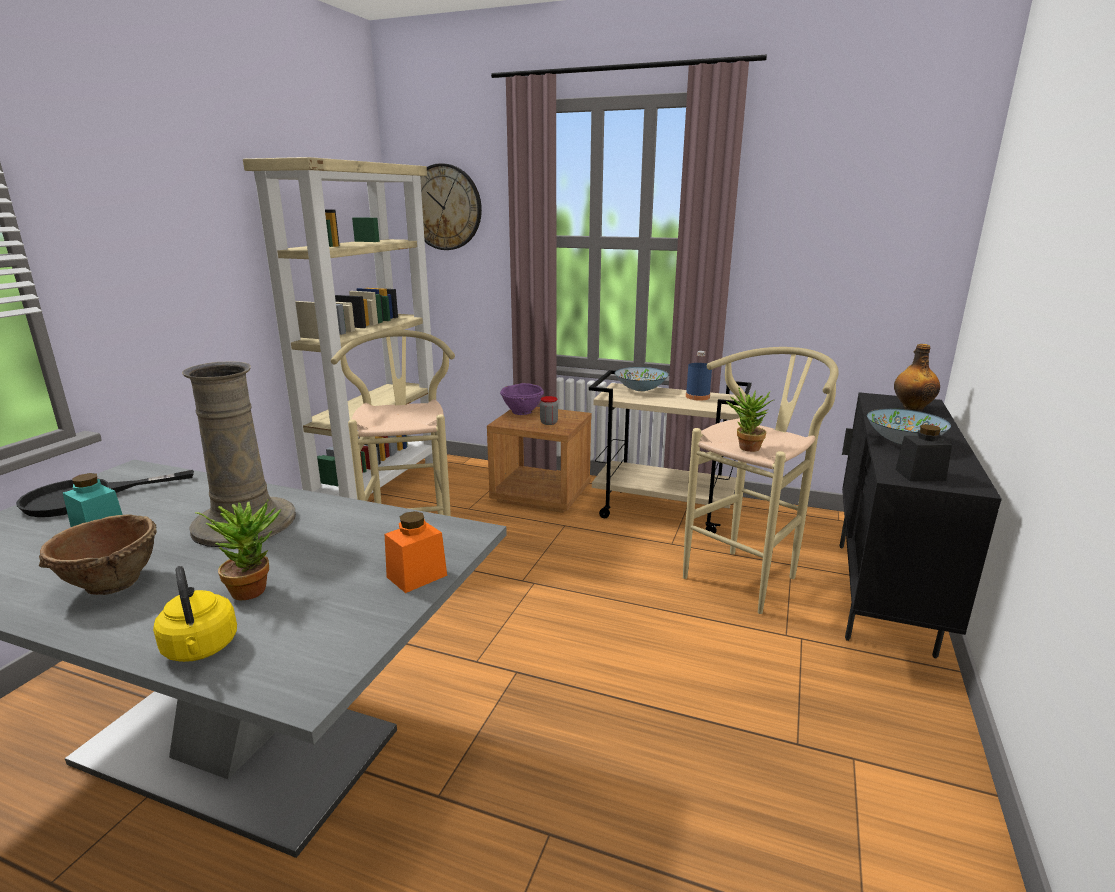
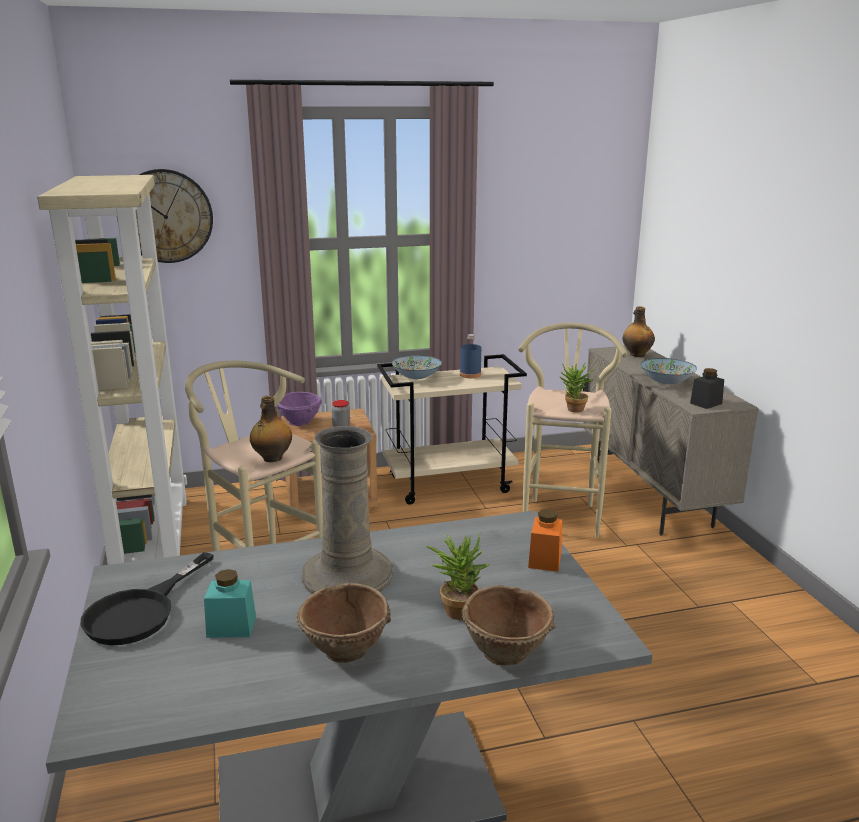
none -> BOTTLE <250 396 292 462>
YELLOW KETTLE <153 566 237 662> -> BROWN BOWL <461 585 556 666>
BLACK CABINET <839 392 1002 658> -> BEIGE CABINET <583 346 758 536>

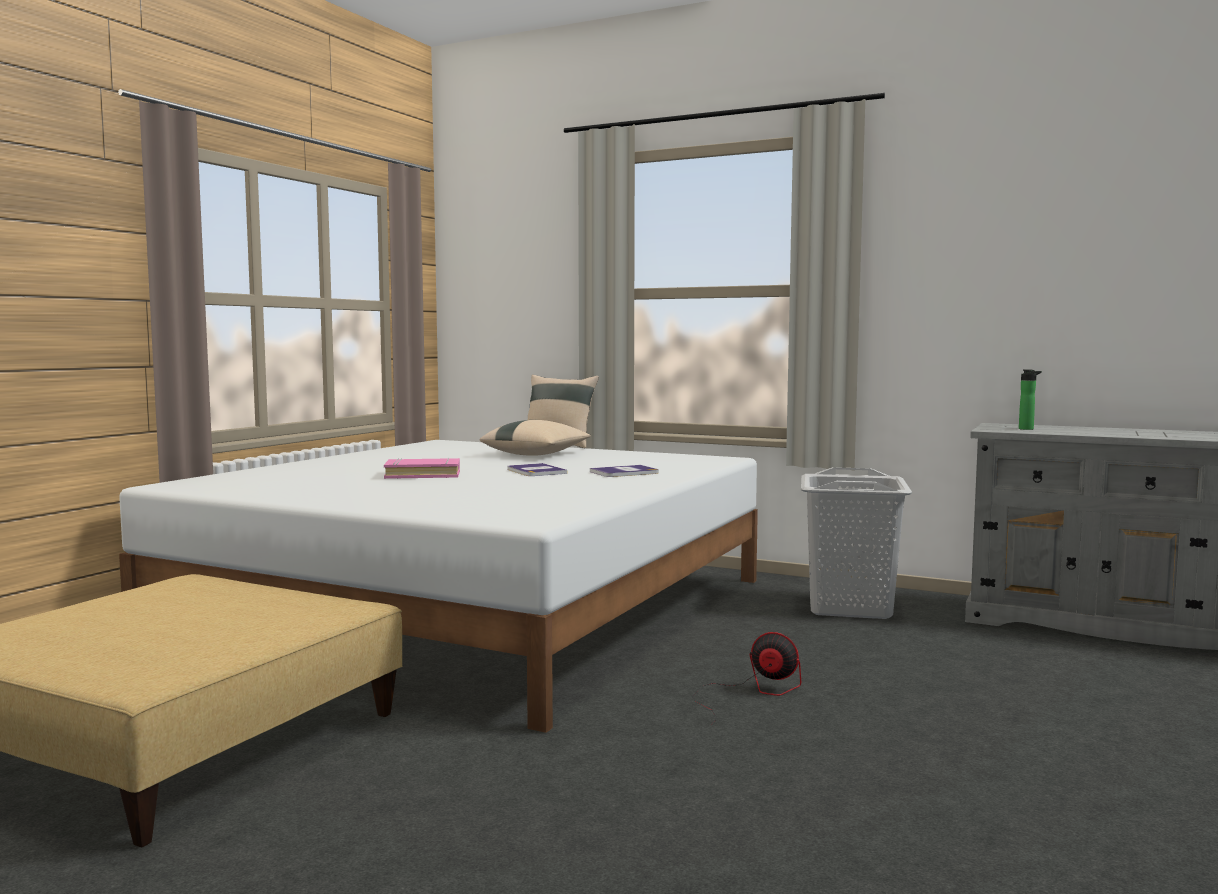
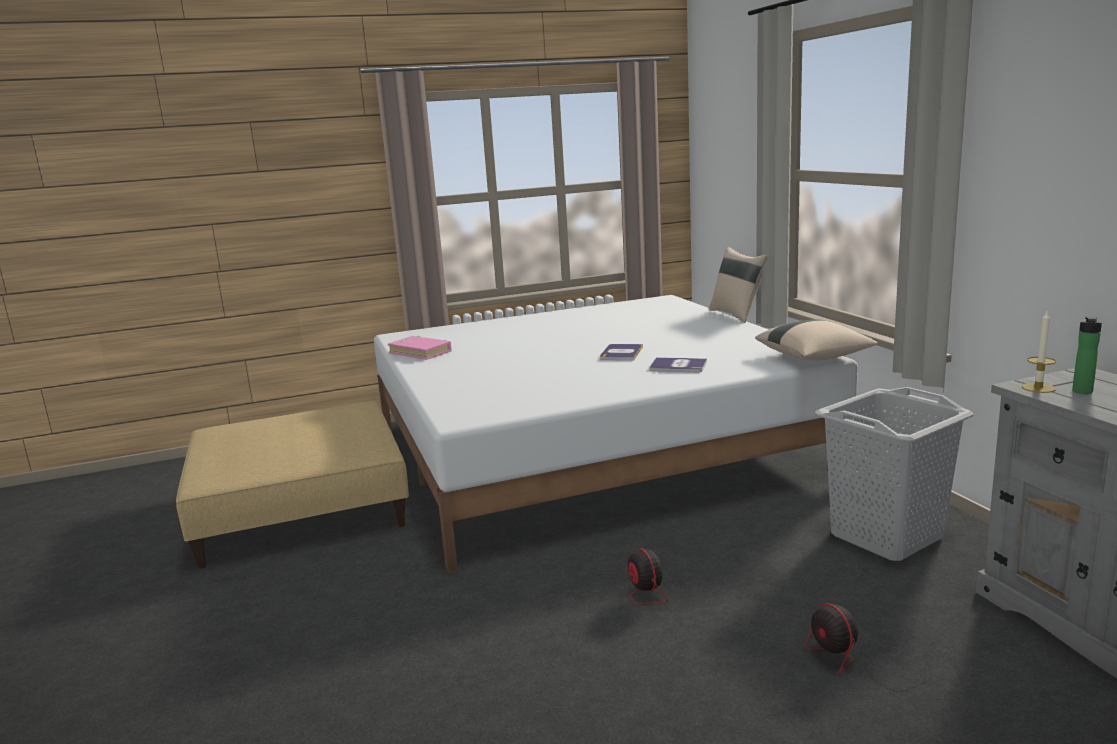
PINK BOOK <384 458 460 479> -> PINK BOOK <388 336 452 360>, shifted
BEIGE PILLOW <480 420 591 456> -> BEIGE PILLOW <755 319 878 361>, shifted
none -> FAN <805 603 940 692>
none -> CANDLE <1022 312 1056 393>

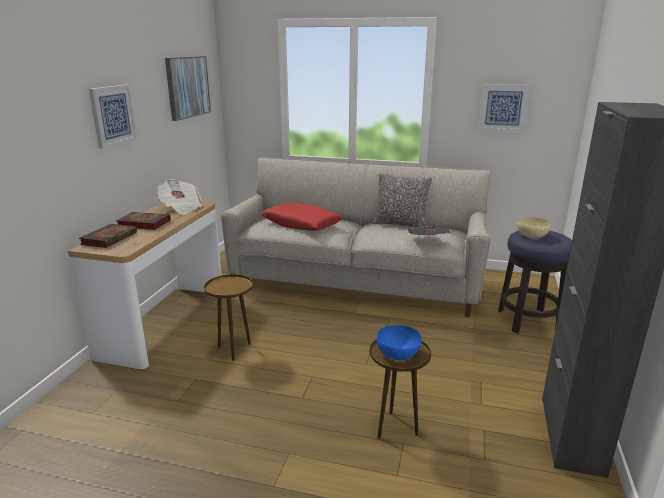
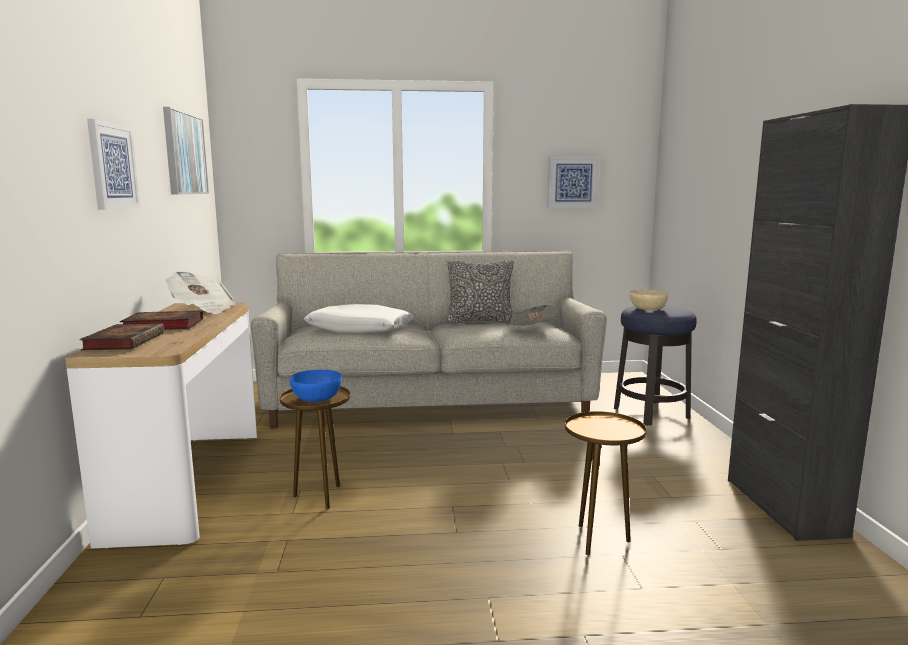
BLUE BOWL <377 325 422 360> -> BLUE BOWL <290 370 342 402>, shifted
RED PILLOW <261 203 342 231> -> WHITE PILLOW <304 304 414 333>

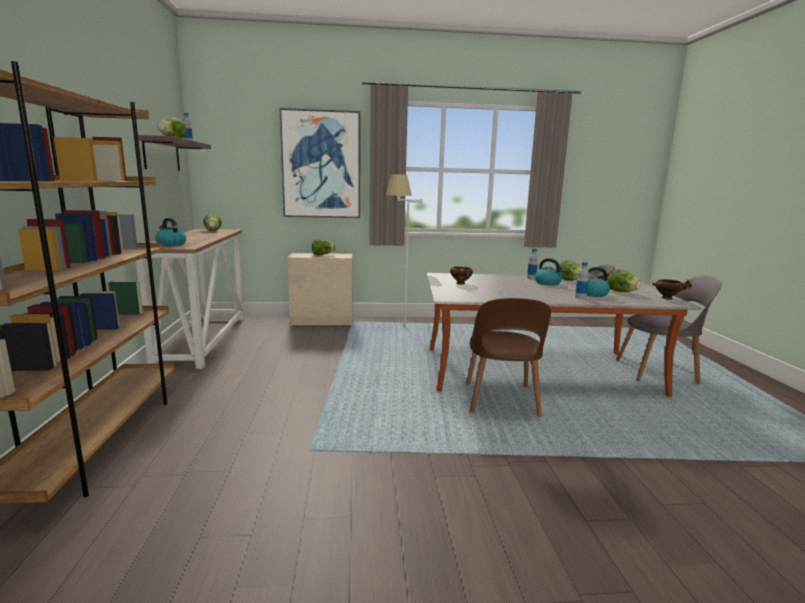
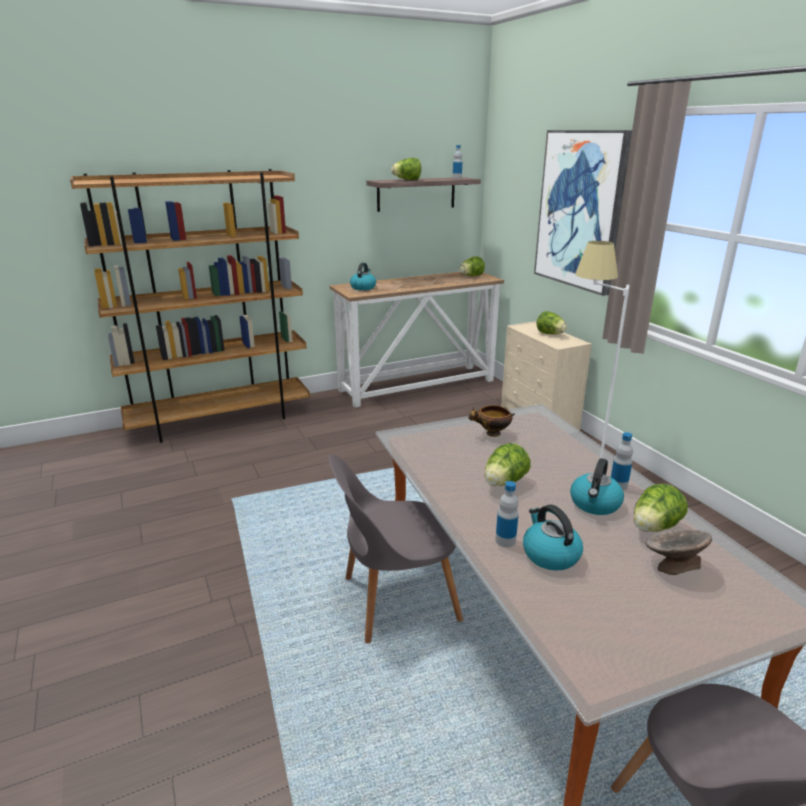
BROWN CHAIR <466 298 551 417> -> GREY CHAIR <329 454 463 643>
LETTUCE <607 269 642 292> -> LETTUCE <485 443 531 486>, shifted
BOWL <652 279 692 300> -> none

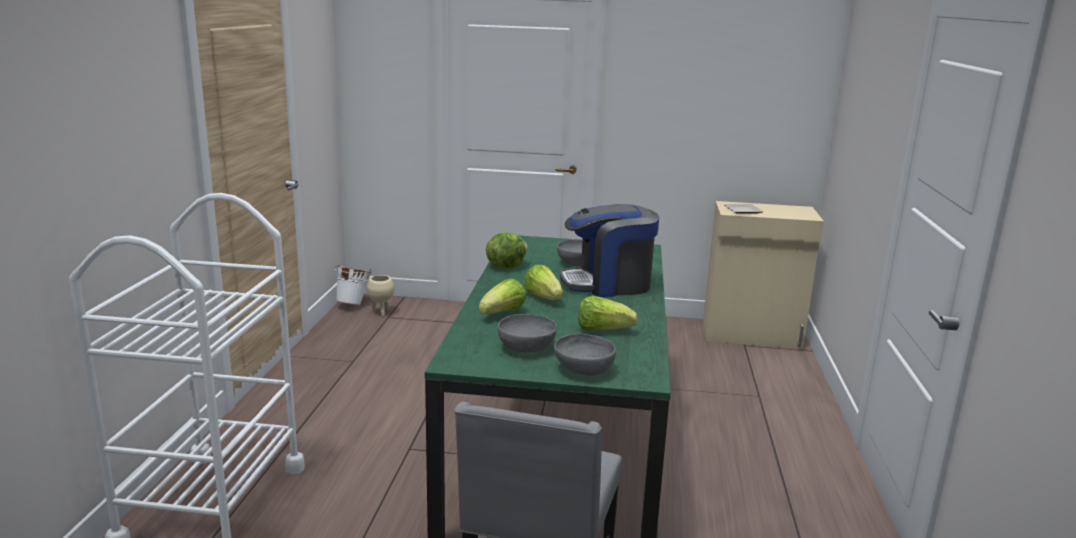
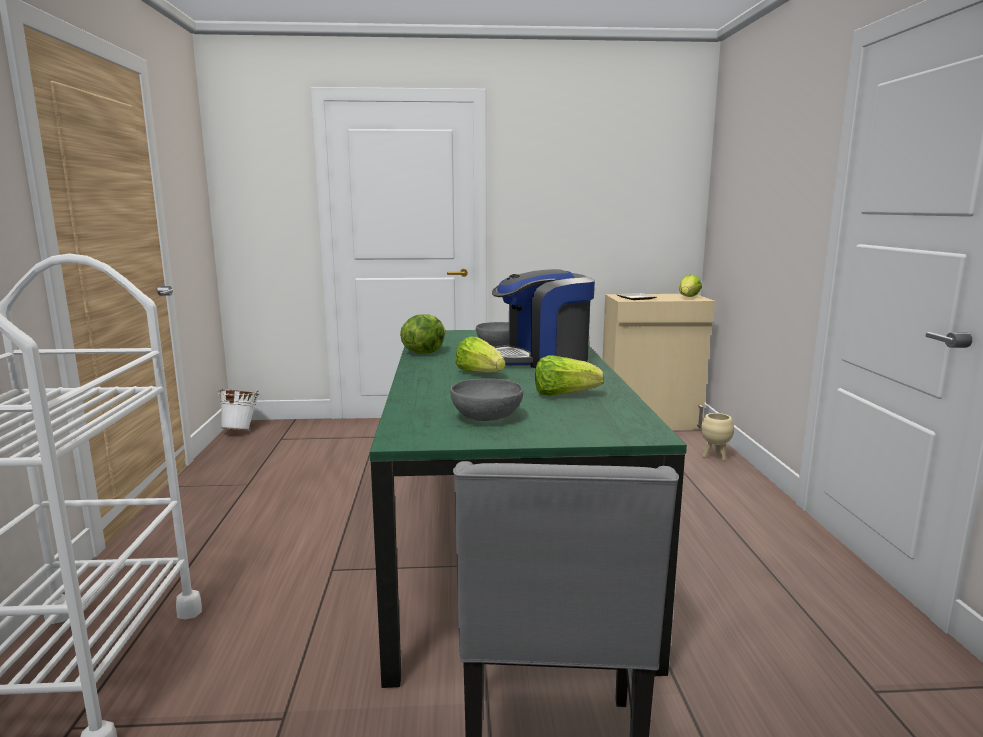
LETTUCE <479 279 526 314> -> LETTUCE <679 274 702 297>, shifted
BEIGE PLANTER <367 275 394 316> -> BEIGE PLANTER <701 413 734 461>, shifted
GREY BOWL <554 334 616 376> -> none

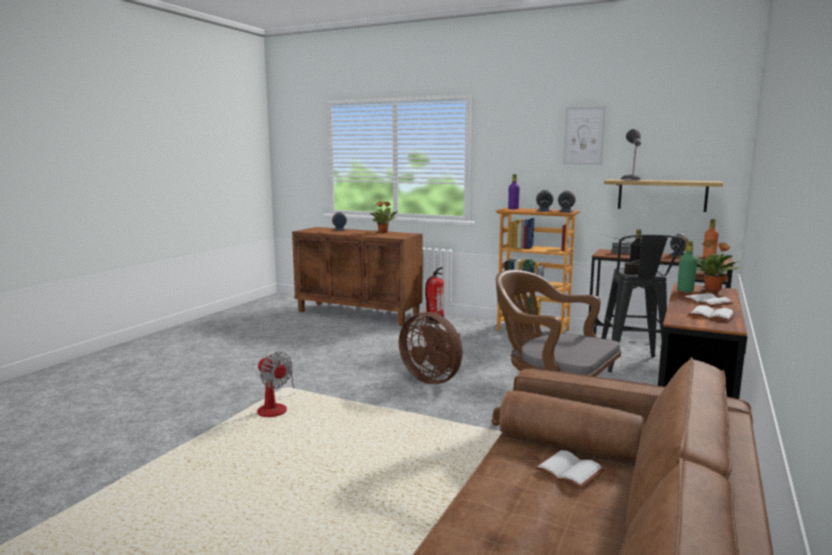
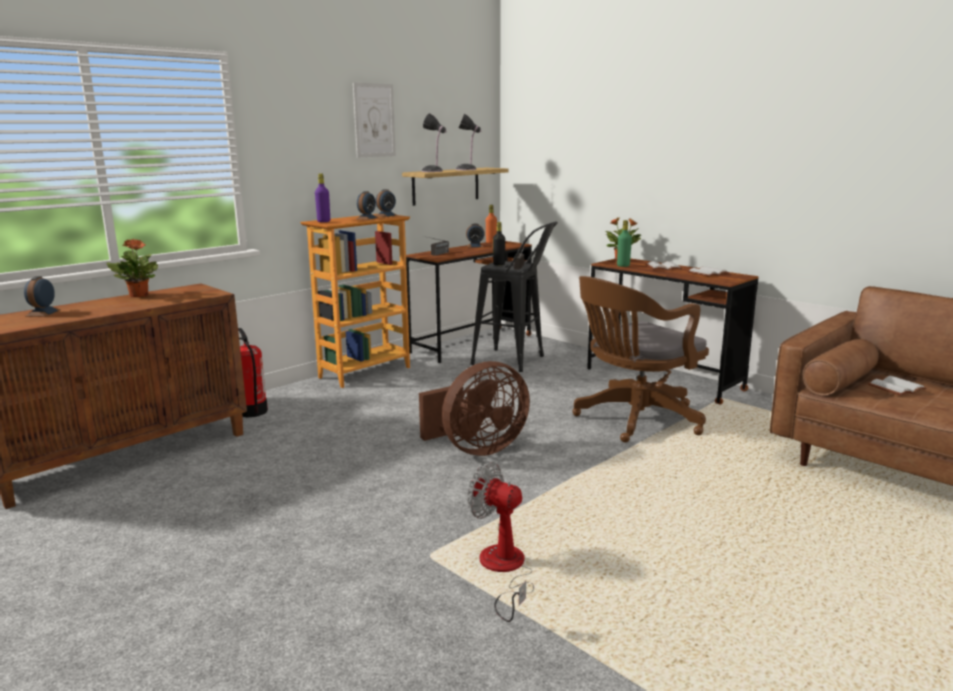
none -> TABLE LAMP <456 114 482 170>
FAN <257 352 295 417> -> FAN <467 462 534 622>, 120 degrees counterclockwise

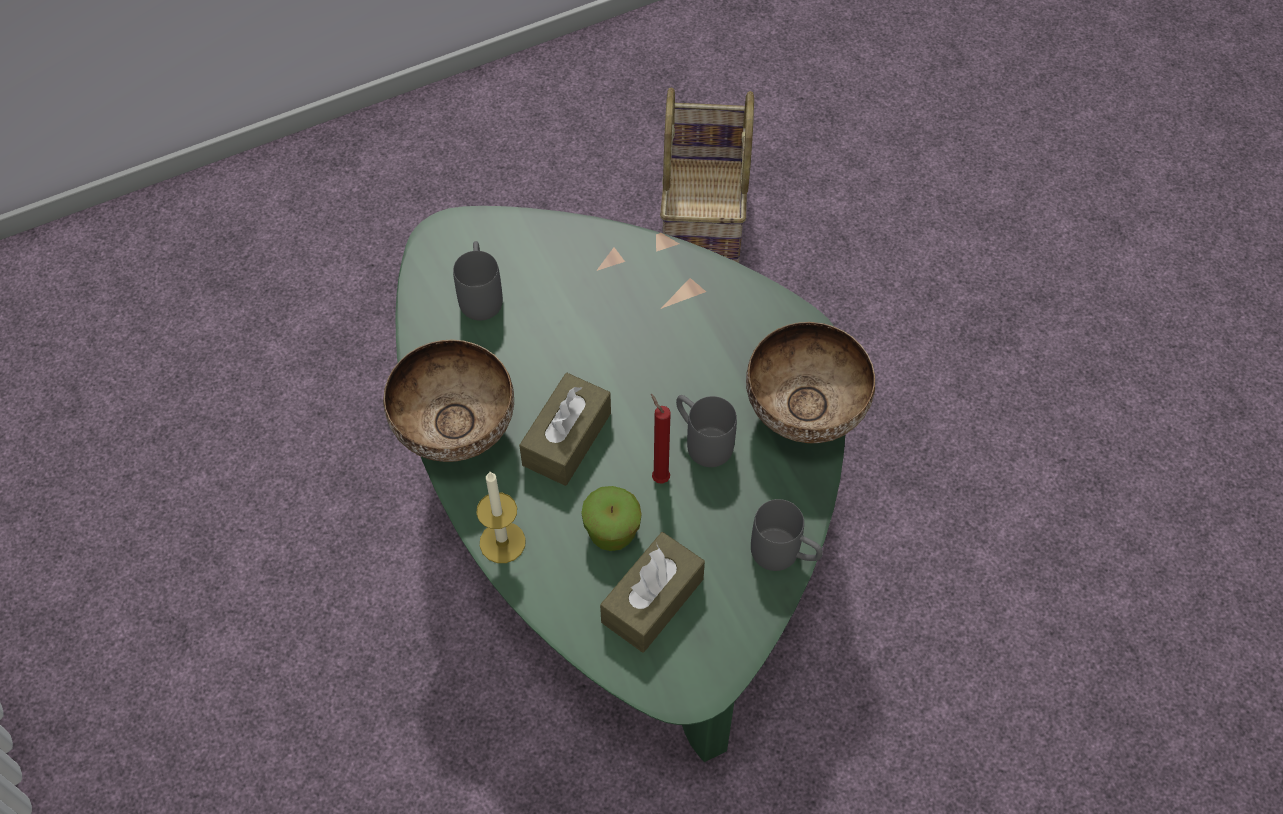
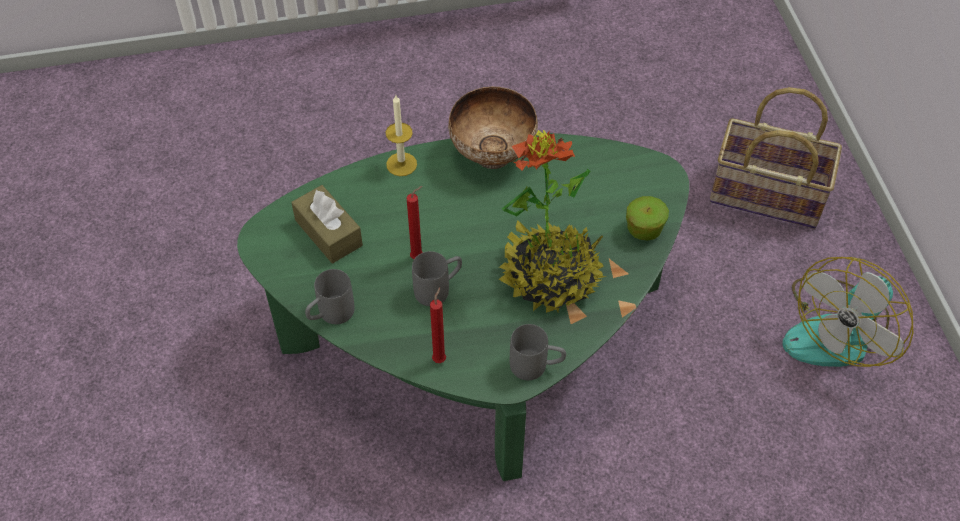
BOWL <746 322 875 443> -> RED CANDLE <430 287 446 363>
none -> POTTED PLANT <498 130 607 313>
GREY MUG <453 241 503 321> -> GREY MUG <510 324 566 380>, shifted
APPLE <581 486 641 551> -> APPLE <626 196 669 240>, shifted
BASKET <660 87 754 263> -> BASKET <710 87 842 229>, shifted
none -> FAN <782 257 913 367>
BROWN TISSUE BOX <519 373 611 486> -> none

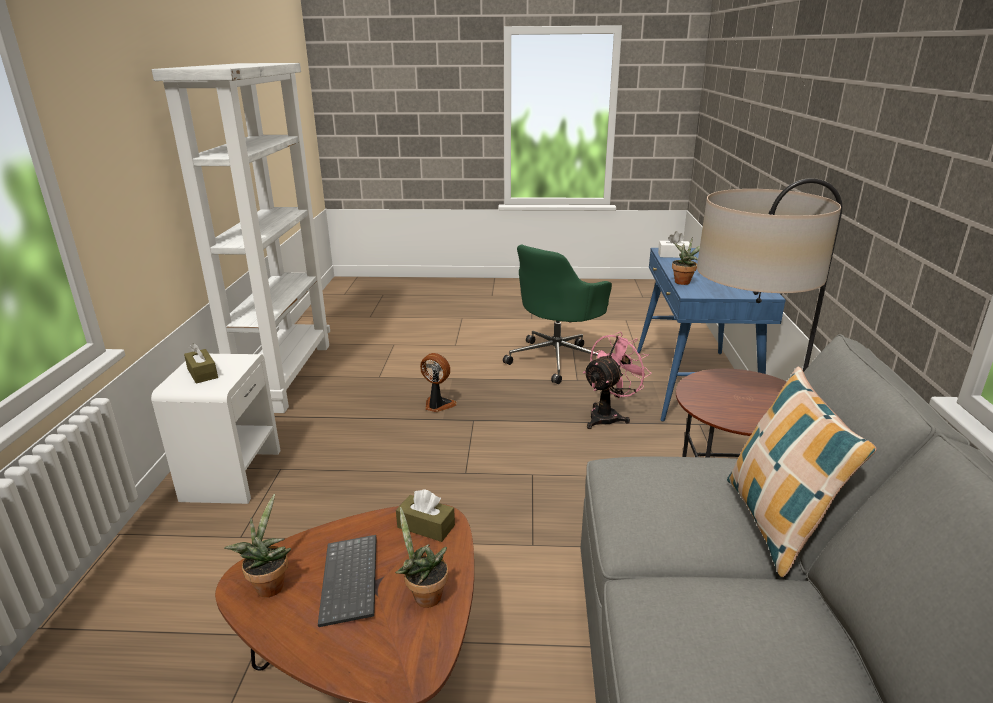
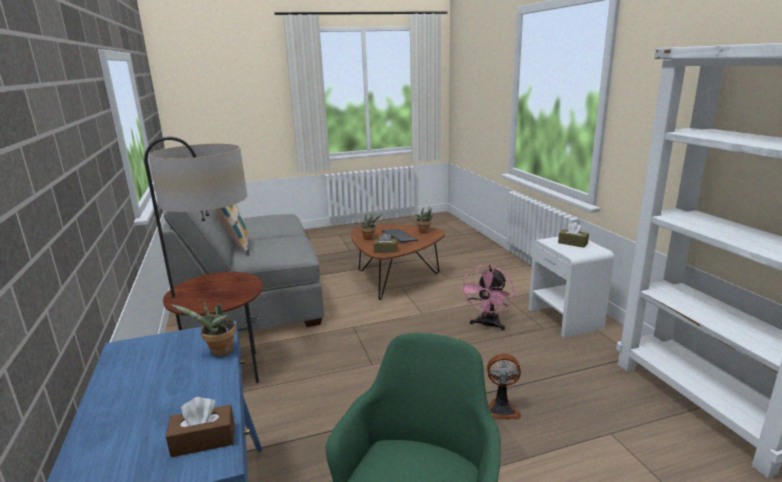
WHITE TISSUE BOX <658 231 690 258> -> BROWN TISSUE BOX <166 397 235 457>
PINK FAN <583 331 652 429> -> PINK FAN <460 265 514 330>, shifted

